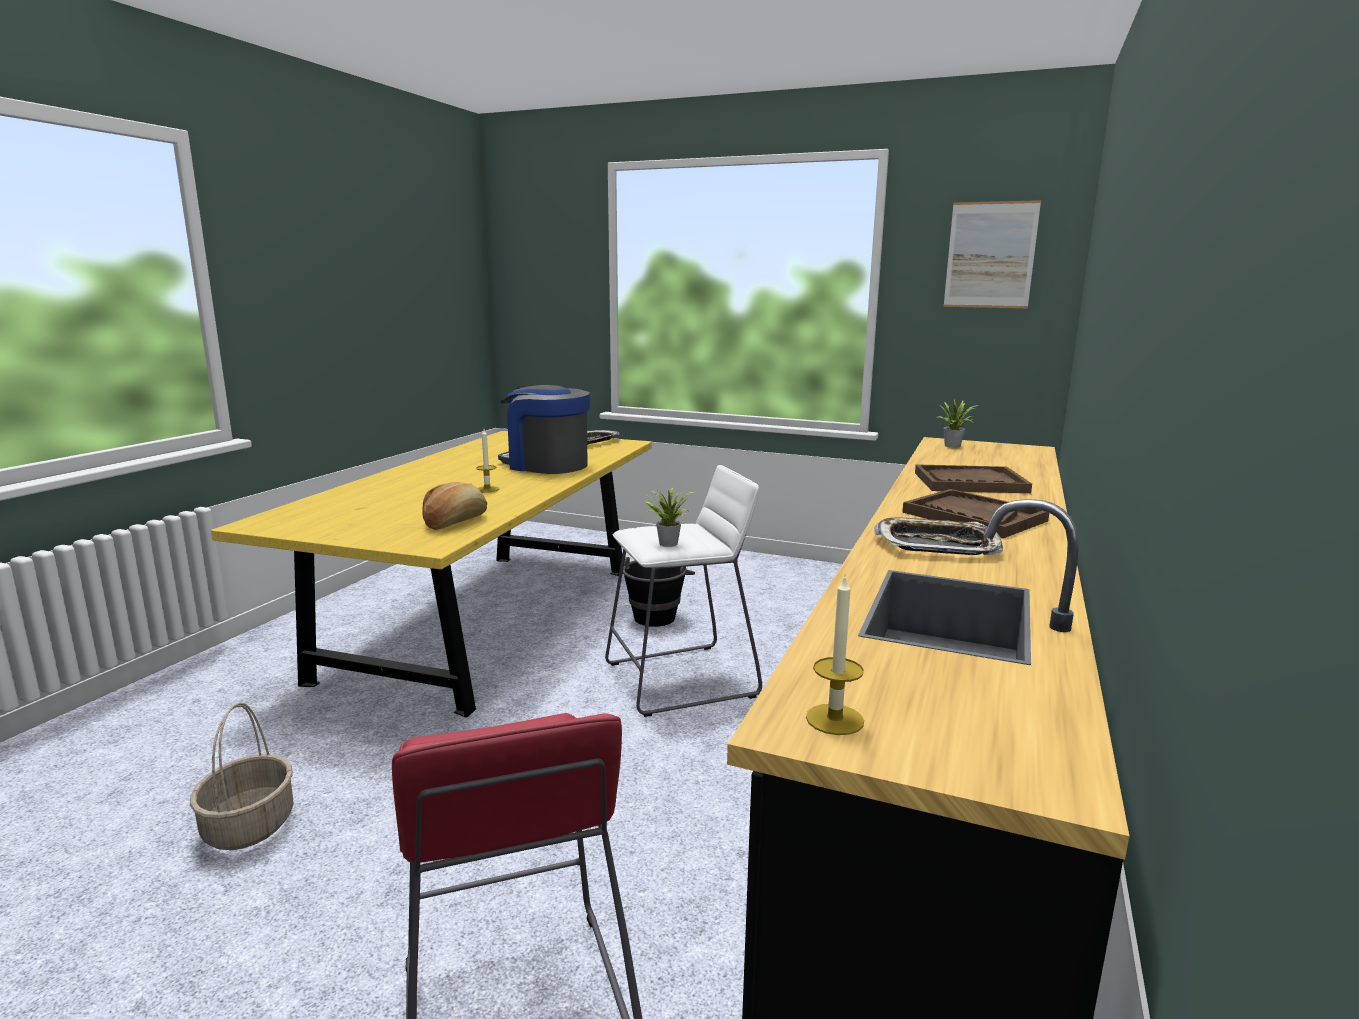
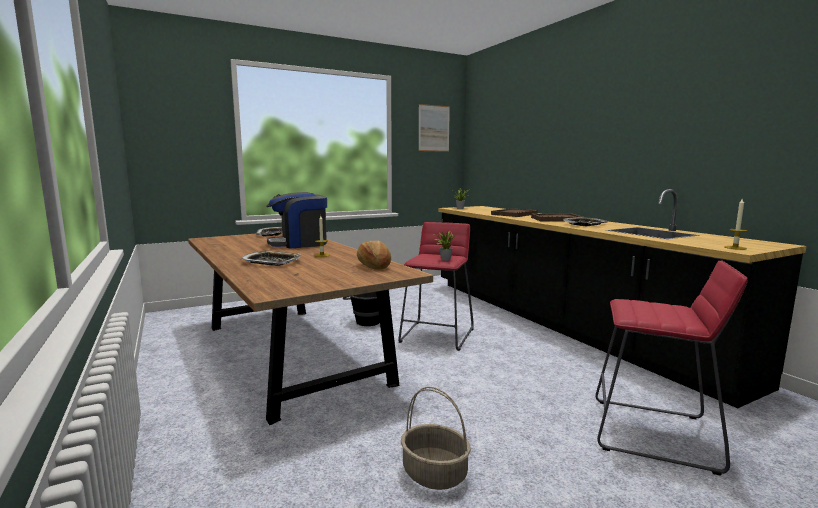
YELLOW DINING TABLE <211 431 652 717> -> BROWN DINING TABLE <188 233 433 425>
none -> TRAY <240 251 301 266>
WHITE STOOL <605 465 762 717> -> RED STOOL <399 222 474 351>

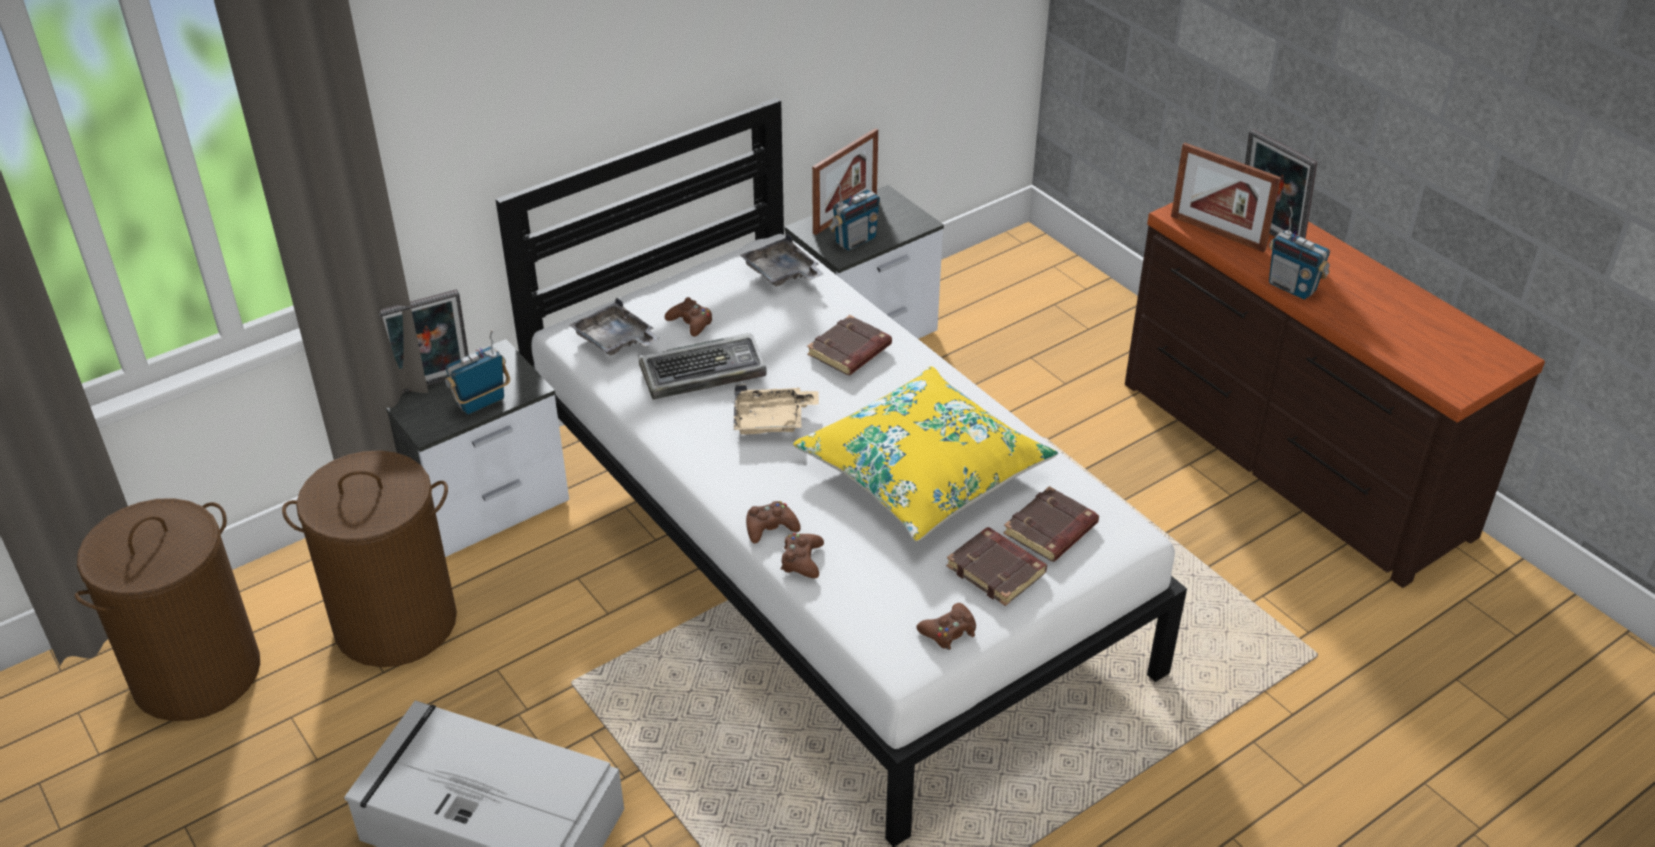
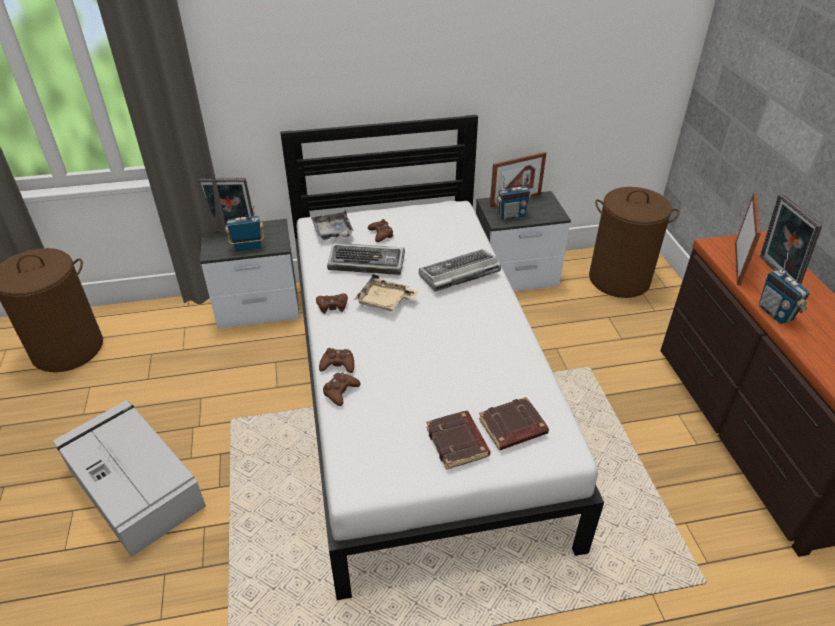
BROWN GAME CONTROLLER <916 603 976 650> -> BROWN GAME CONTROLLER <316 294 348 314>, shifted
BROWN BOOK <807 315 892 375> -> KEYBOARD <419 249 501 292>
BROWN LAUNDRY BASKET <282 450 457 667> -> BROWN LAUNDRY BASKET <589 187 680 298>, shifted
PICTURE FRAME <1171 143 1281 252> -> PICTURE FRAME <735 193 761 286>, 135 degrees counterclockwise
GREY TRAY <740 234 824 286> -> none
YELLOW PILLOW <793 366 1058 541> -> none

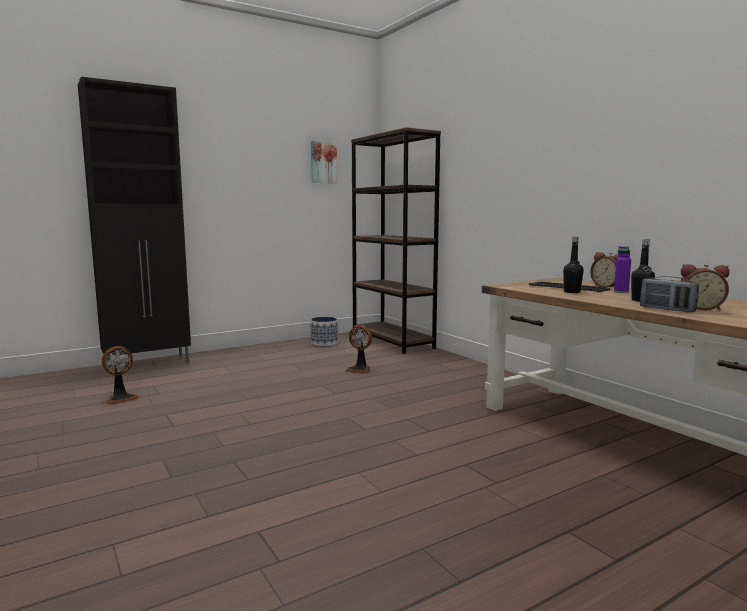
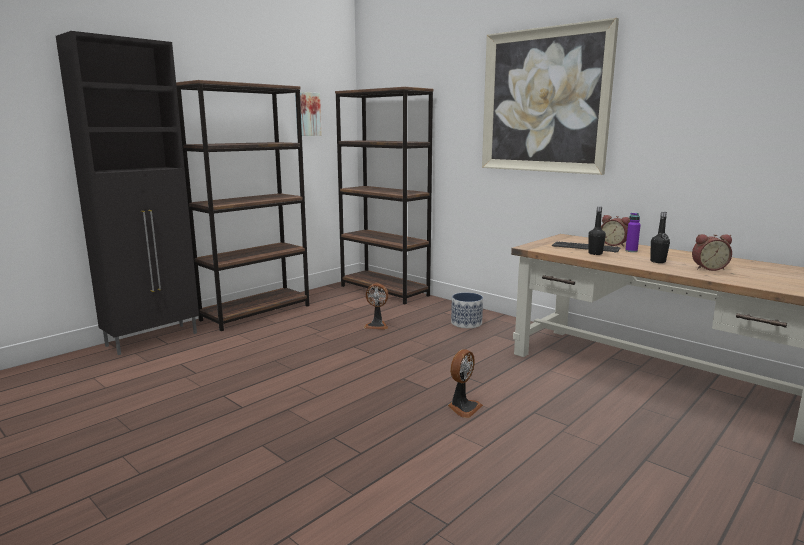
none -> BROWN BOOKCASE <176 80 309 331>
FAN <102 346 139 405> -> FAN <448 349 483 418>, shifted
PLANTER <310 317 338 346> -> PLANTER <451 293 483 328>, shifted
none -> PICTURE <482 18 619 175>
RADIO <640 276 699 312> -> none

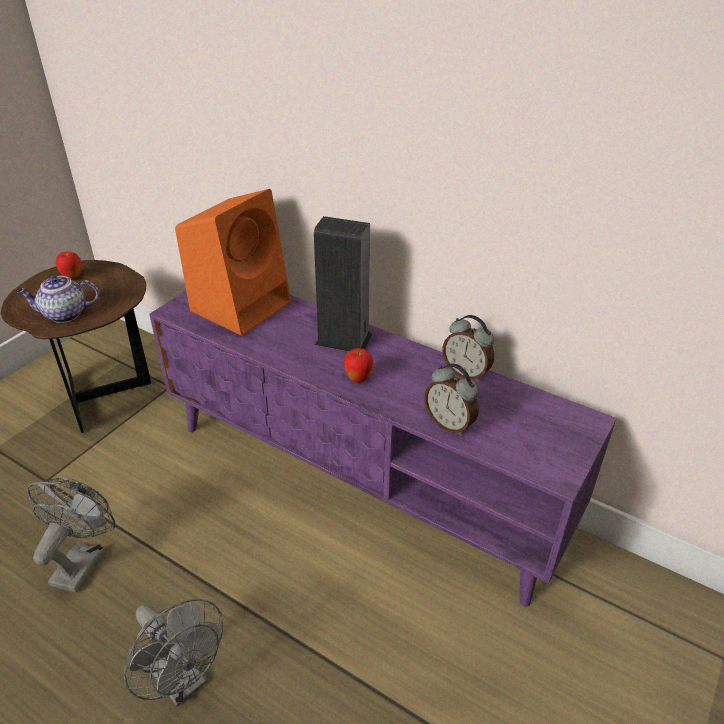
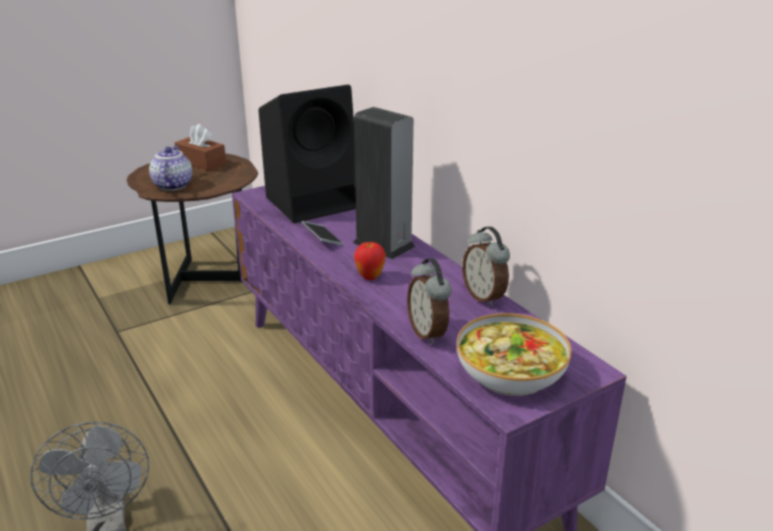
TEAPOT <17 276 99 323> -> TEAPOT <149 146 192 191>, 75 degrees clockwise
APPLE <55 252 82 280> -> BROWN TISSUE BOX <175 124 226 171>
ORANGE SPEAKER <175 189 291 336> -> BLACK SPEAKER <258 85 356 223>
none -> PHONE <302 221 343 245>
none -> BOWL <457 313 571 396>
GREY FAN <27 478 115 593> -> none

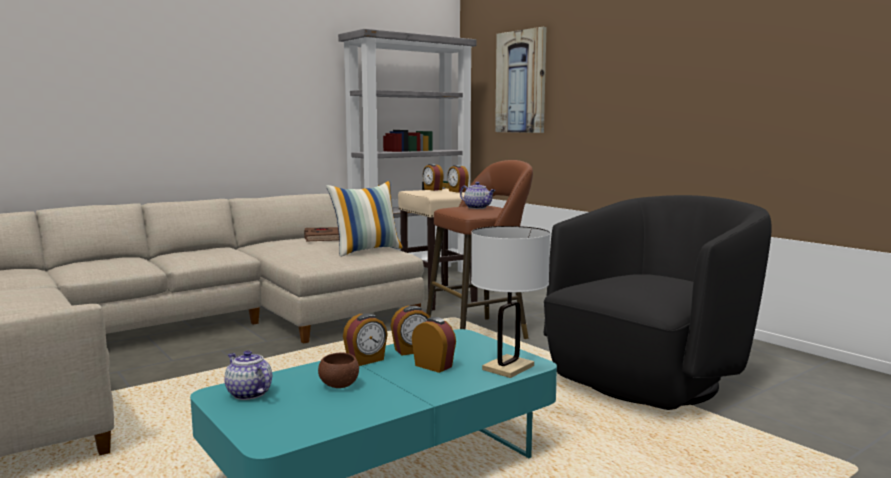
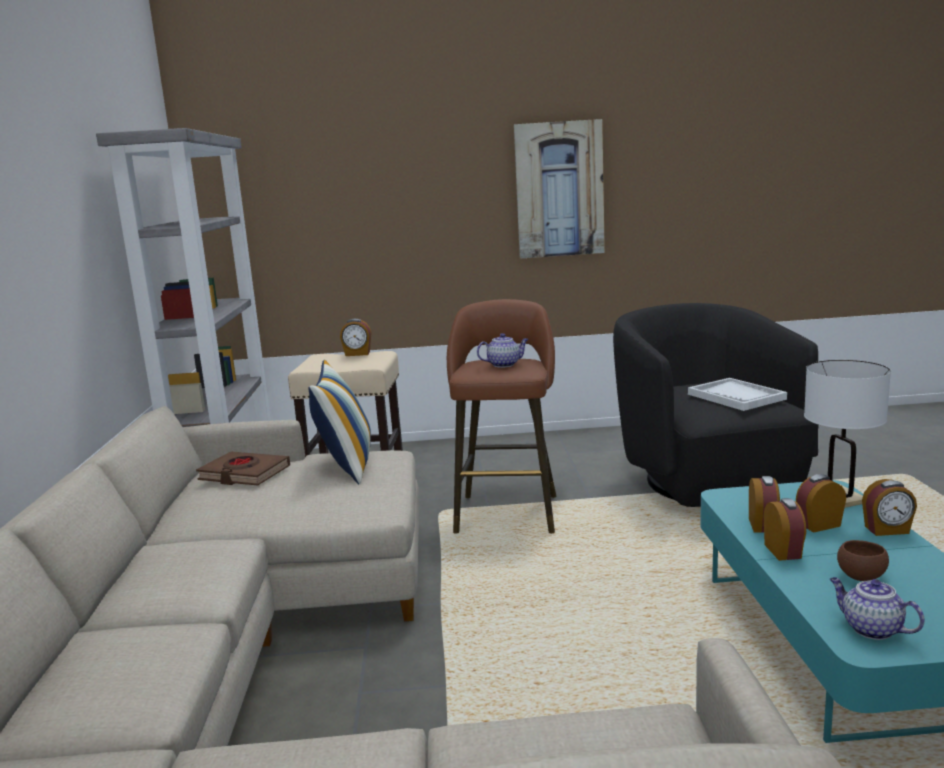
PICTURE <495 27 547 133> -> PICTURE <514 119 605 259>, shifted
none -> WHITE TRAY <688 378 787 411>
TEAPOT <224 350 272 400> -> TEAPOT <830 577 925 640>, 60 degrees clockwise
ALARM CLOCK <423 164 444 191> -> ALARM CLOCK <862 479 917 536>, shifted

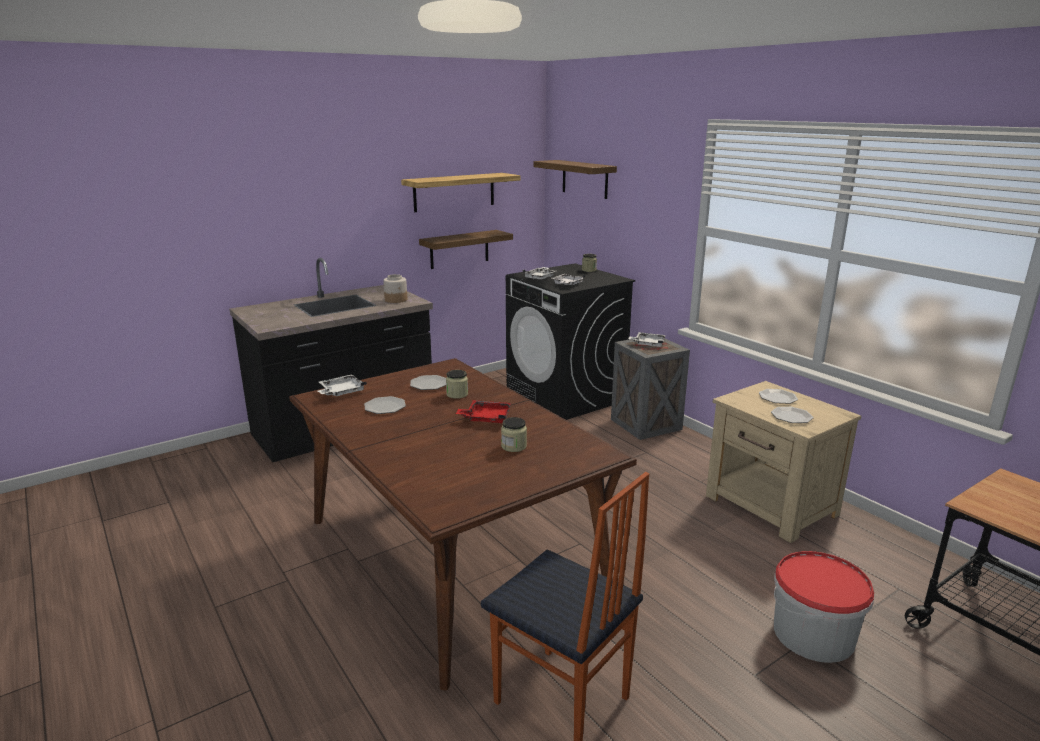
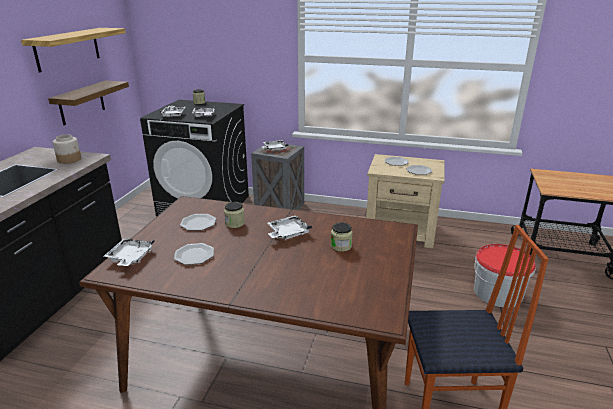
RED TRAY <456 400 511 423> -> WHITE TRAY <267 215 312 240>
SHELF <533 160 617 199> -> none

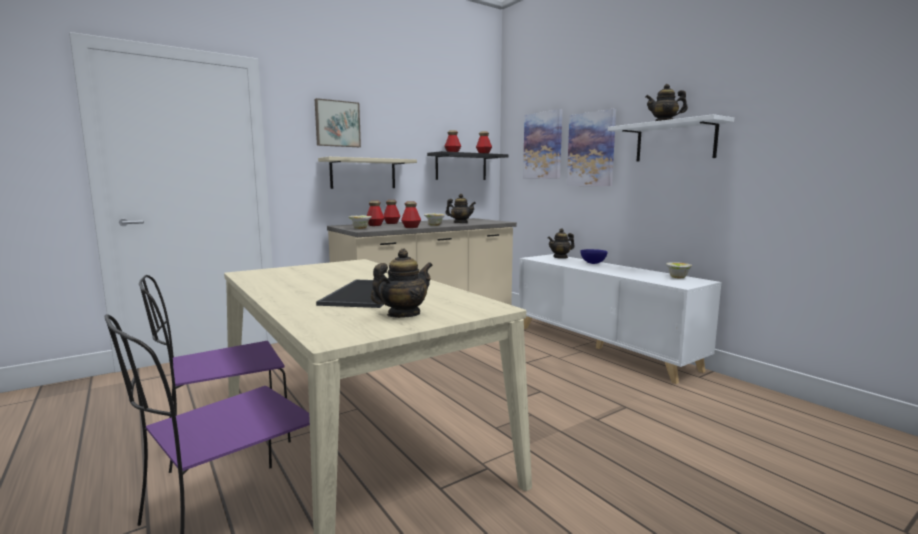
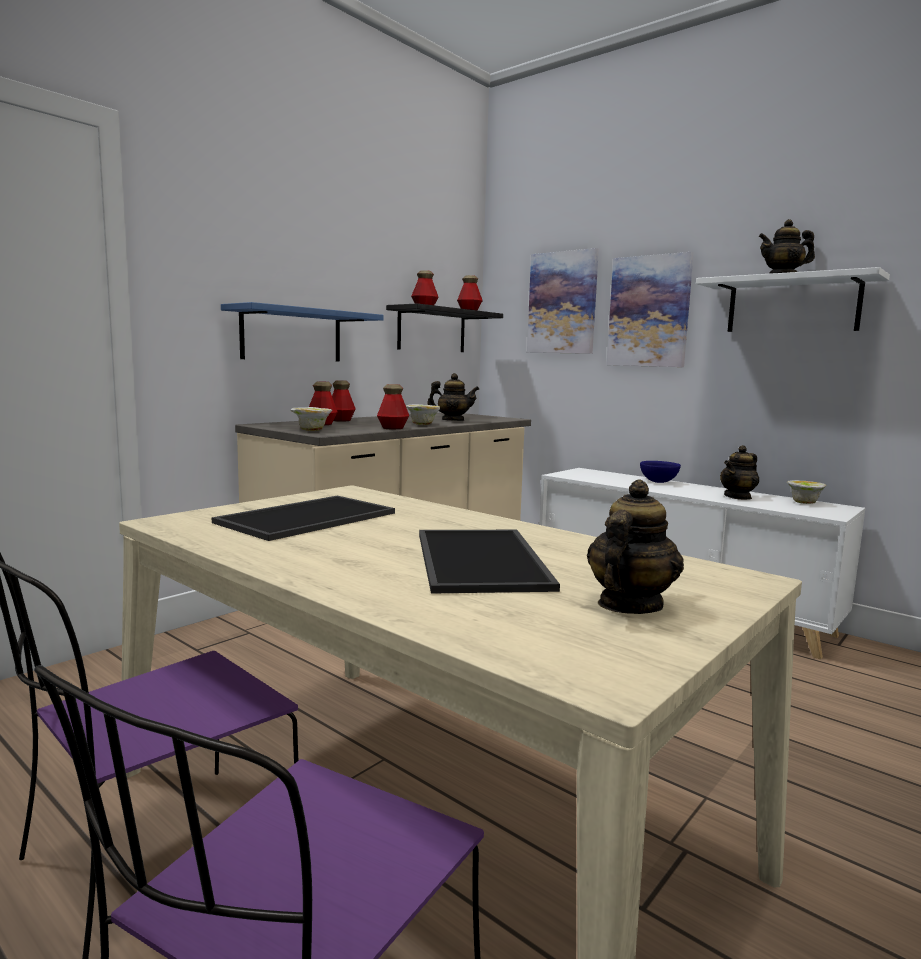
none -> TRAY <212 496 395 541>
BEIGE SHELF <318 157 417 189> -> BLUE SHELF <221 302 384 362>
TEAPOT <548 228 575 259> -> TEAPOT <720 445 759 500>, shifted
PICTURE <315 98 361 147> -> none

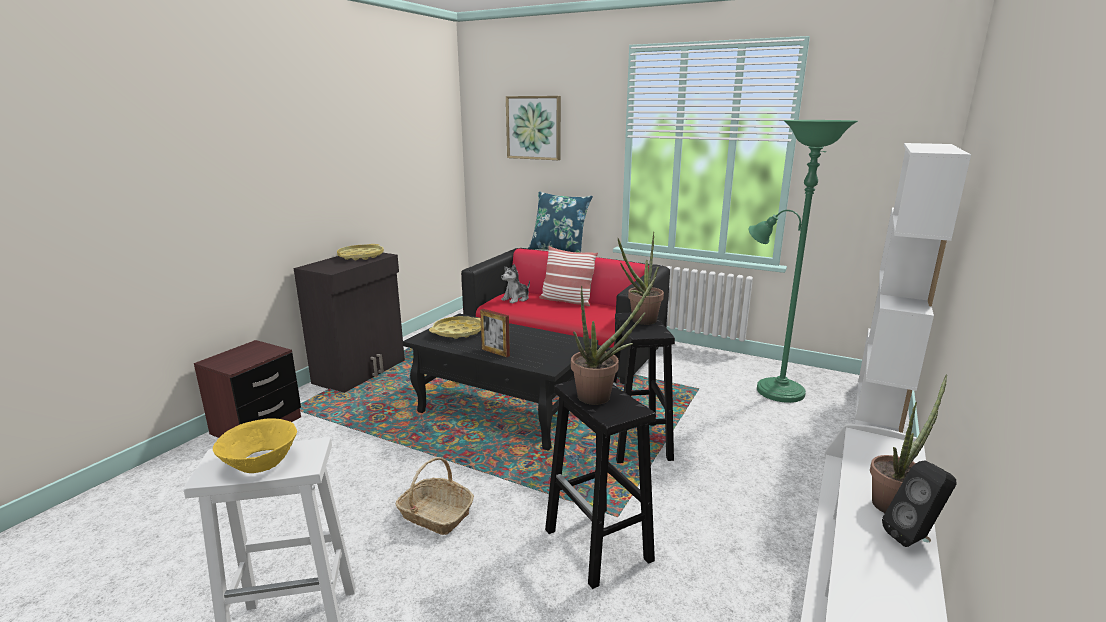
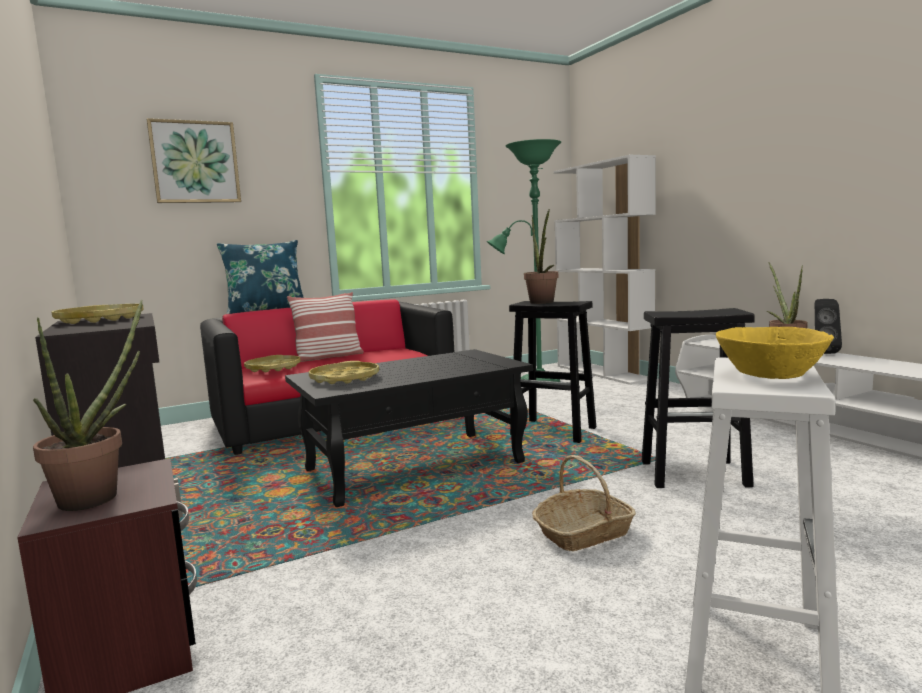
POTTED PLANT <571 277 656 405> -> POTTED PLANT <33 300 143 511>, shifted
PLUSH TOY <501 264 530 304> -> YELLOW TRAY <244 355 300 372>
PICTURE FRAME <480 309 510 357> -> none

